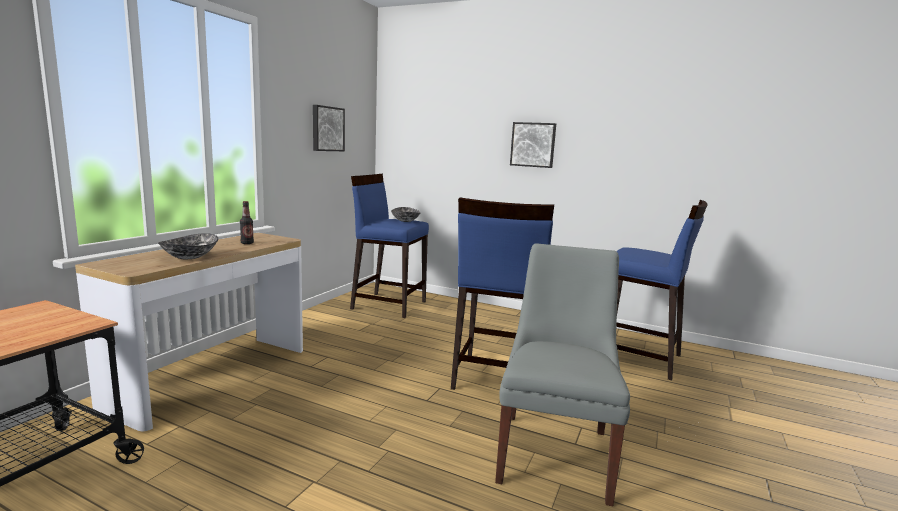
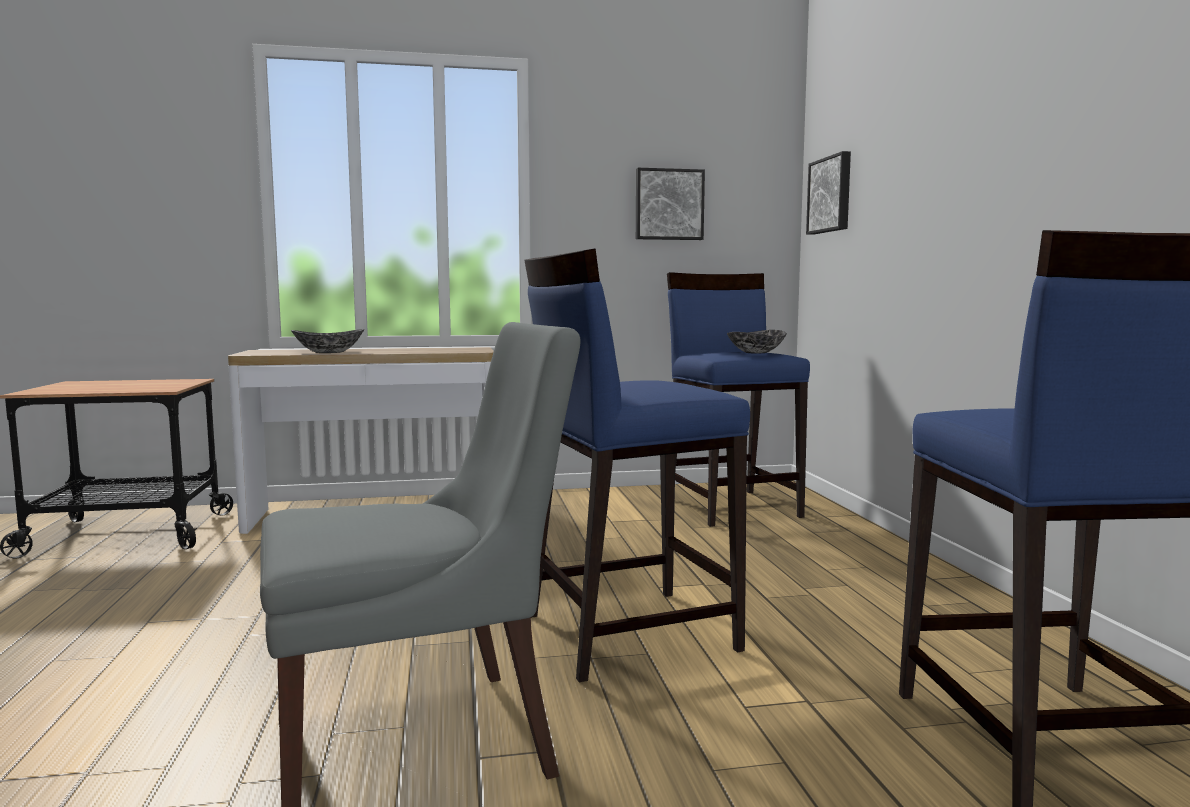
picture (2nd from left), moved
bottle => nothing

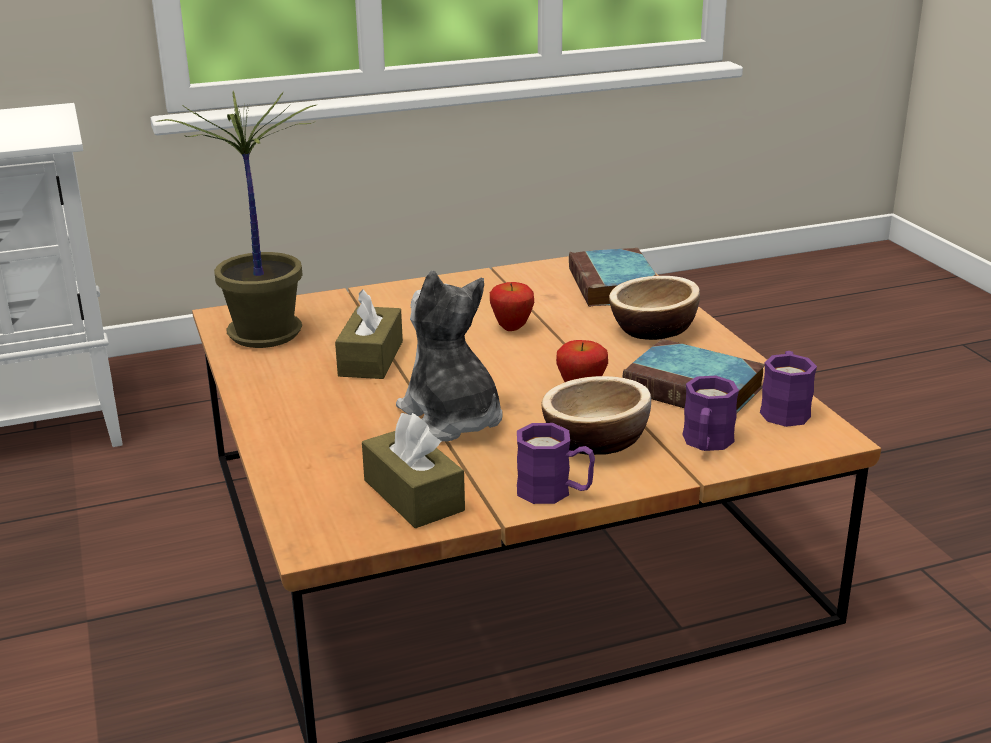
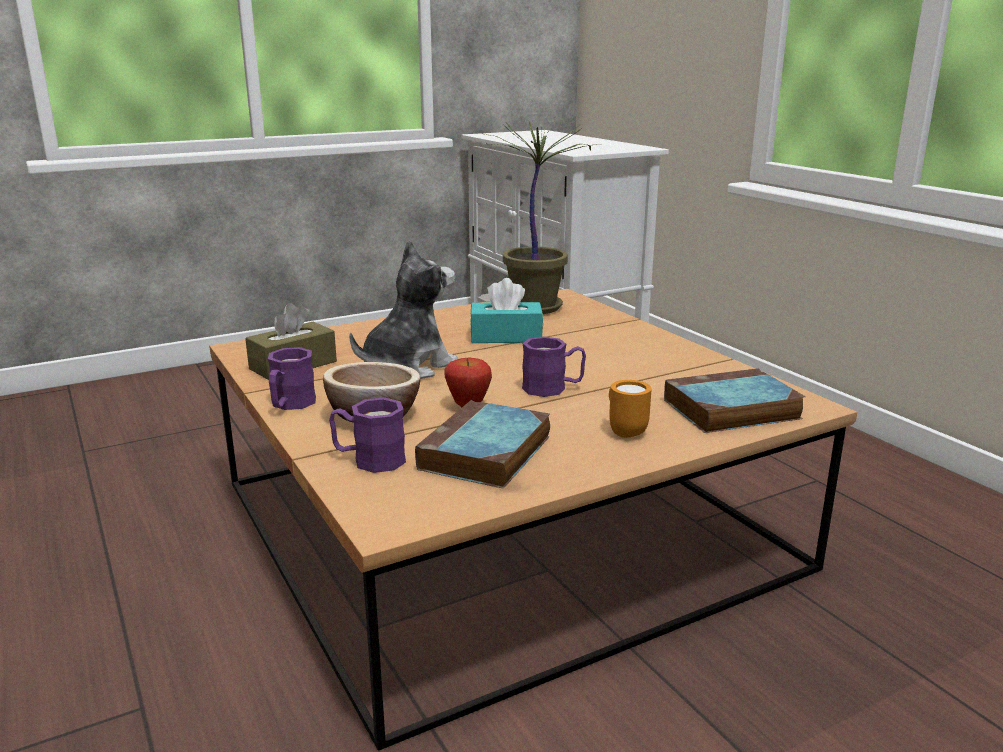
bowl (2nd from left) => mug in orange
apple (1st from left) => nothing
tissue box in brown (1st from left) => tissue box in turquoise
mug in purple (3rd from left), moved

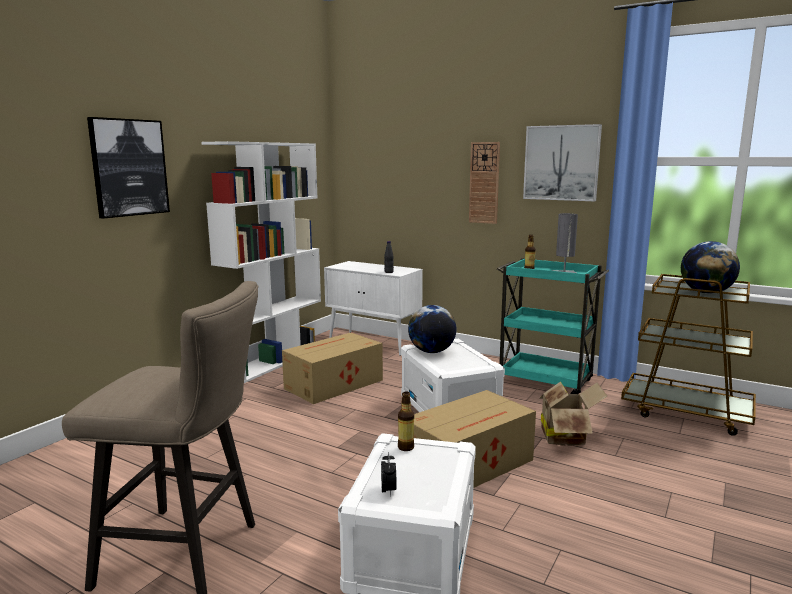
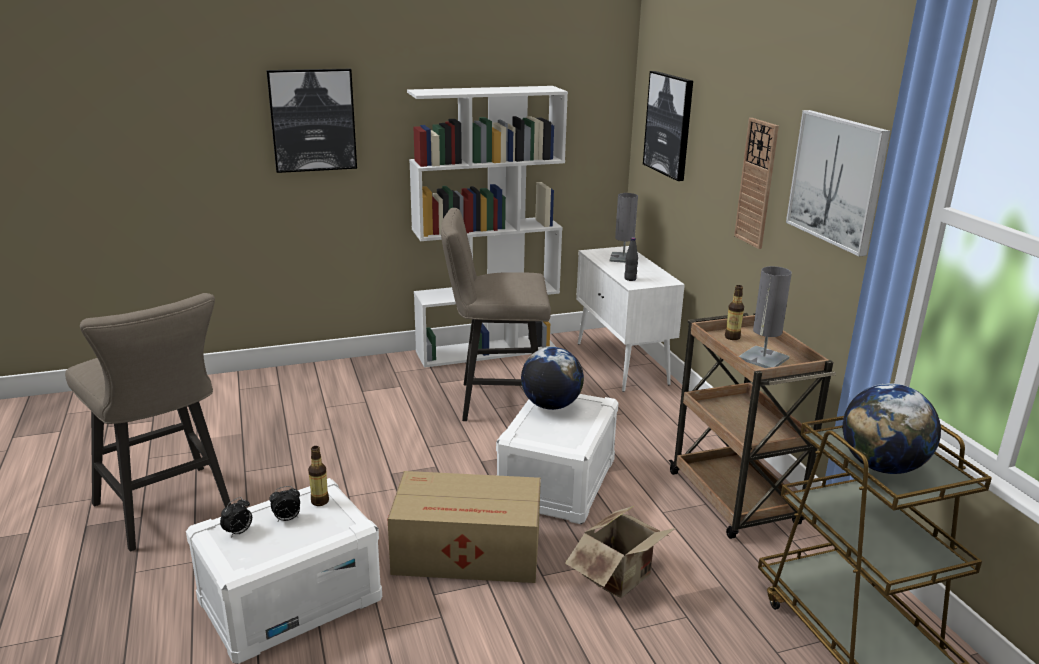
cart in turquoise => cart in brown (1st from left)
cardboard box (1st from left) => stool in beige (2nd from left)
nothing => picture (2nd from left)
nothing => table lamp in grey (1st from left)
nothing => alarm clock (2nd from left)

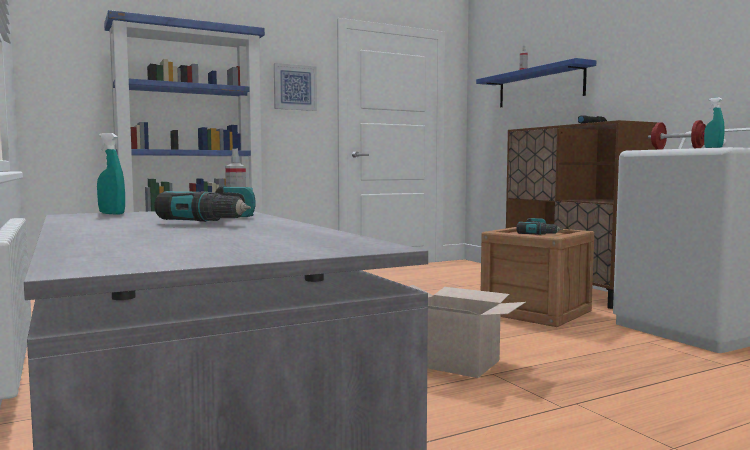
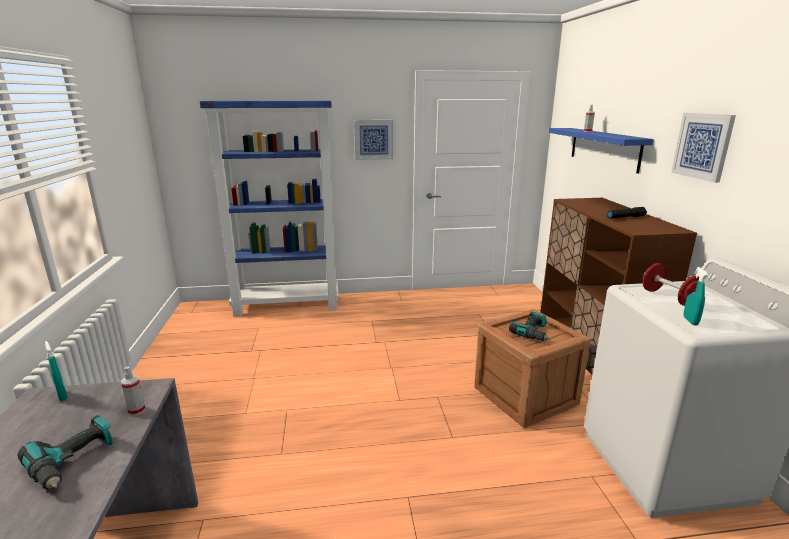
cardboard box => nothing
nothing => picture (2nd from left)

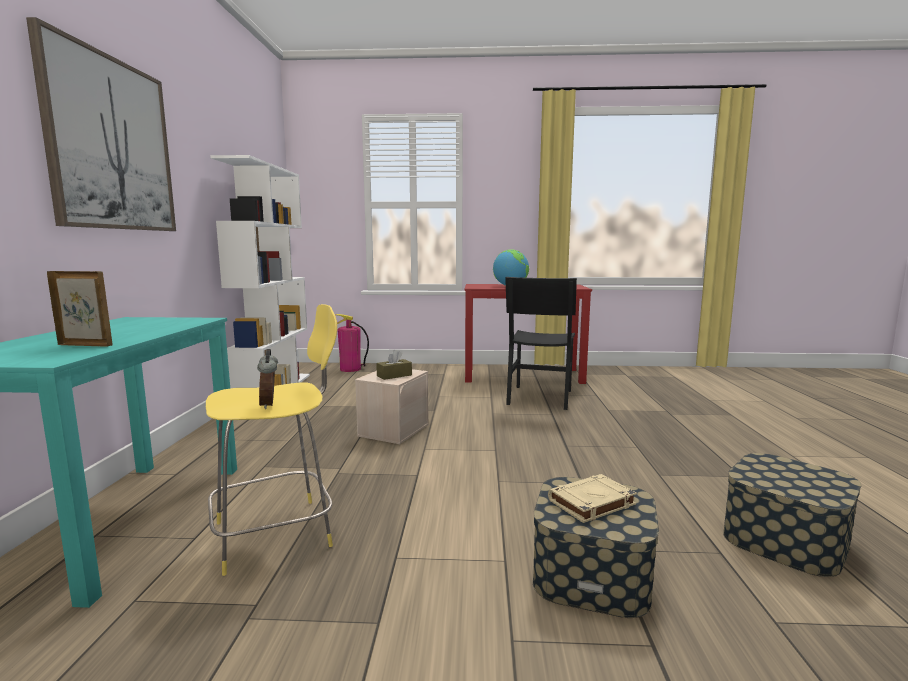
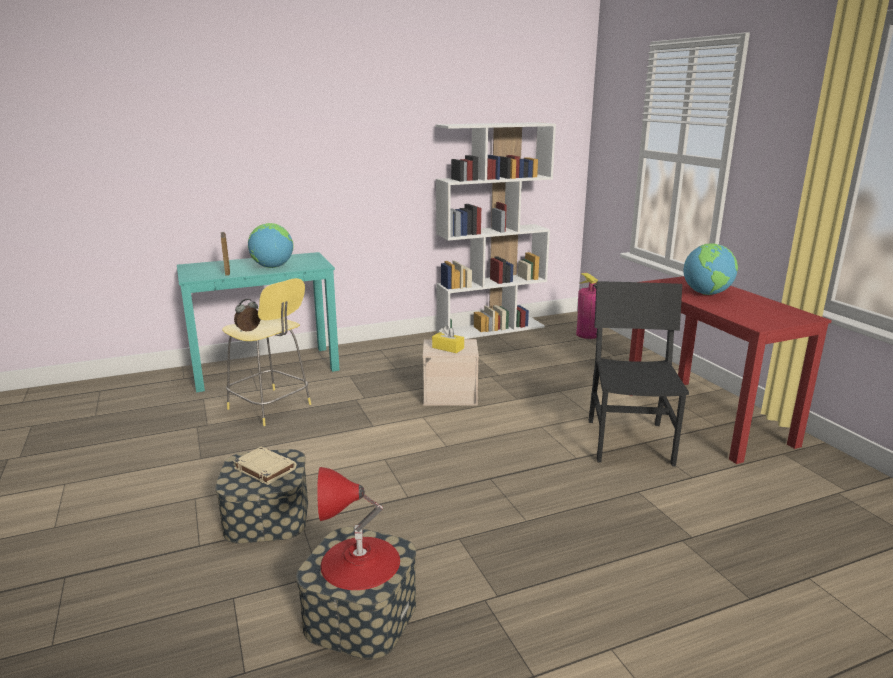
picture => nothing
chair in black, 105 degrees clockwise
tissue box in brown => tissue box in yellow
nothing => globe (1st from left)
nothing => table lamp in red

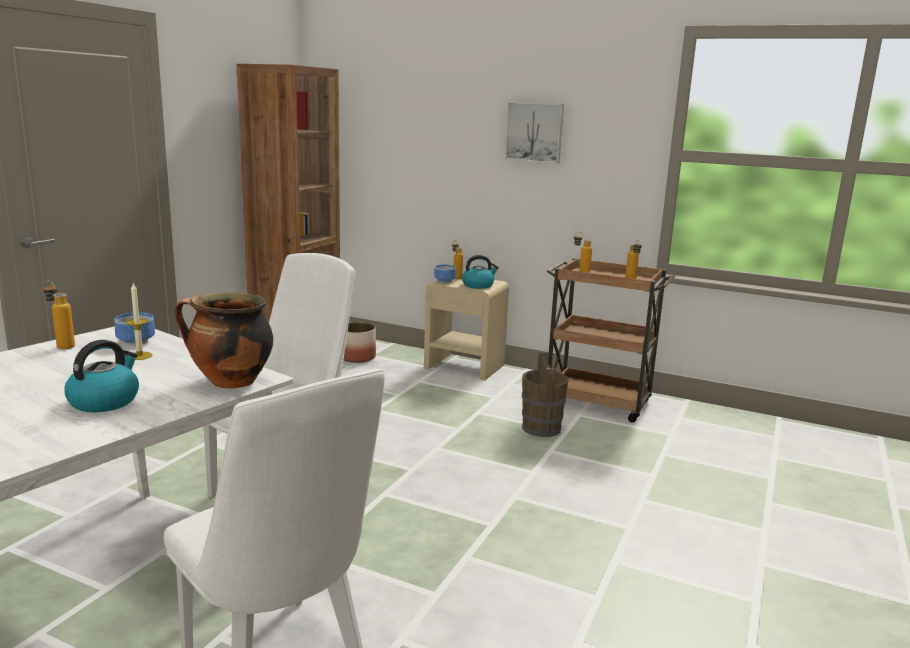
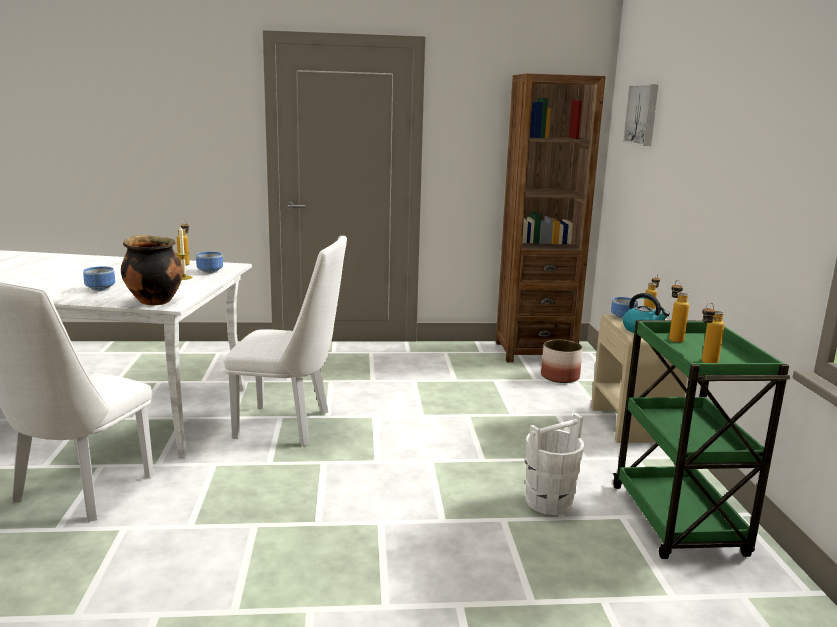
picture, moved
cart in brown => cart in green
kettle (1st from left) => bowl (1st from left)
bucket in brown => bucket in white

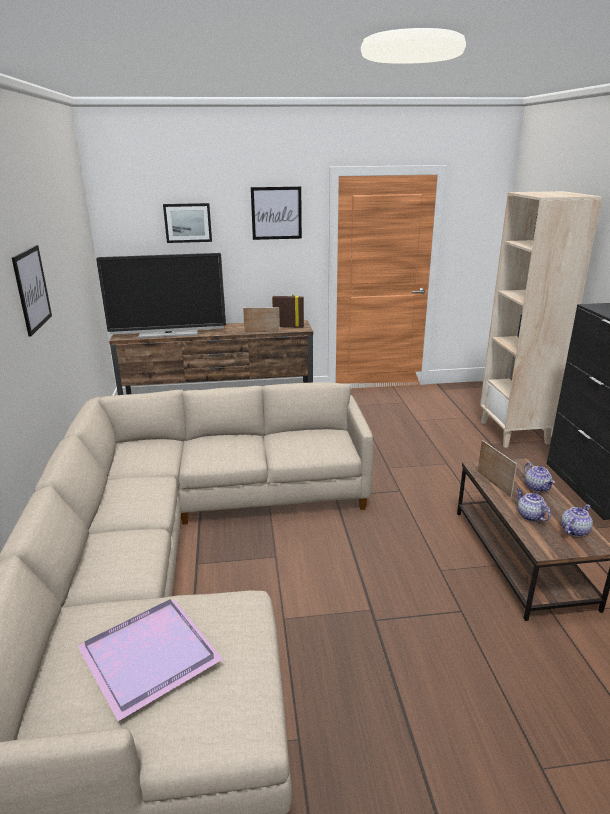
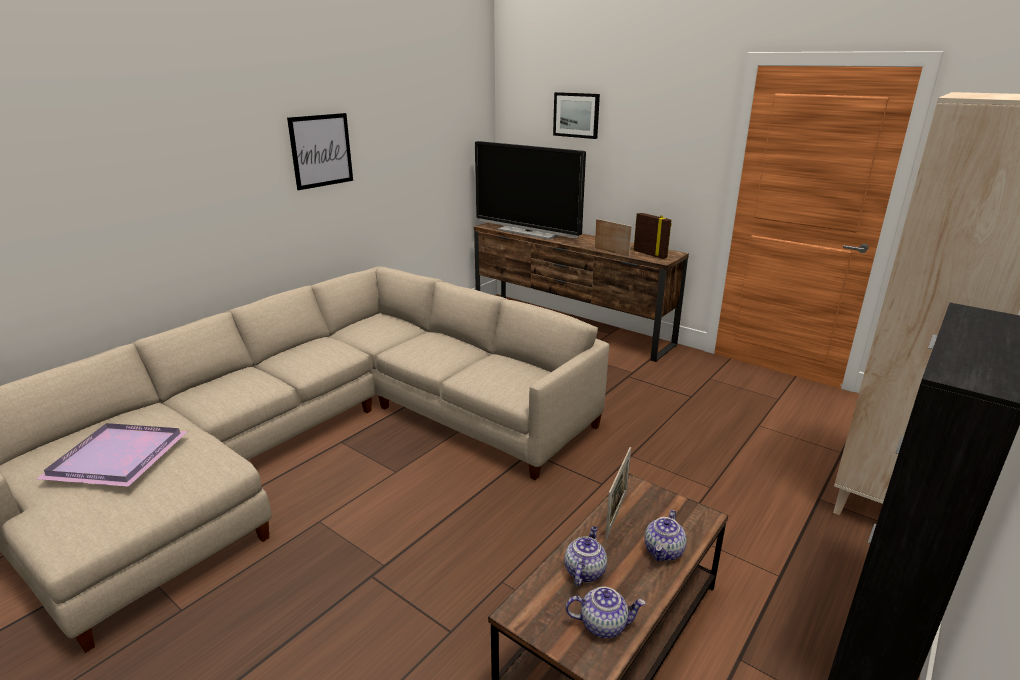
picture (3rd from left) => nothing

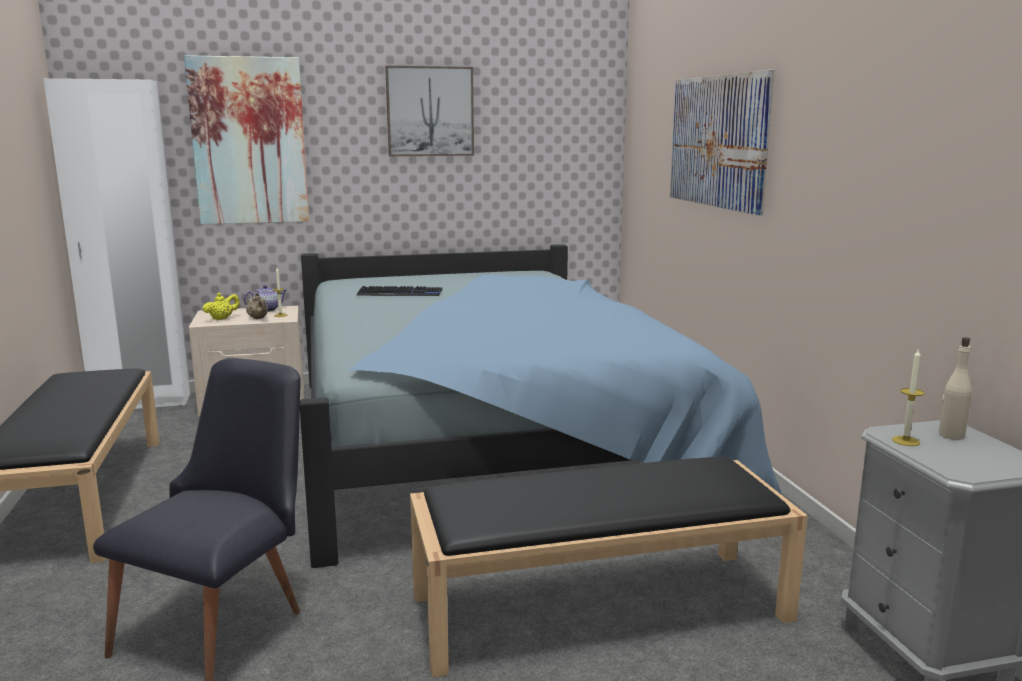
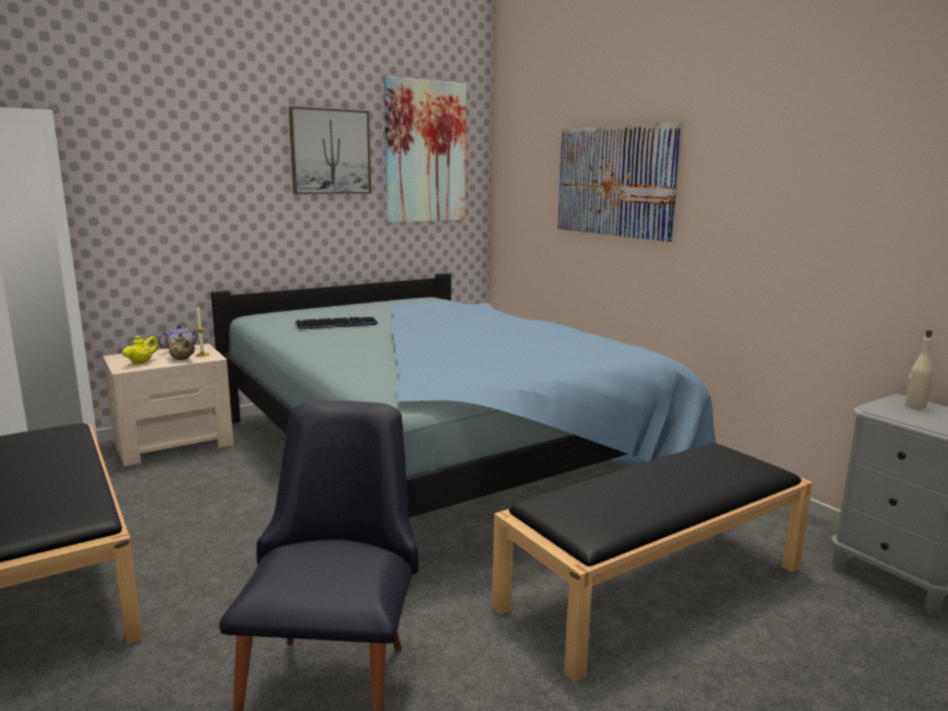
picture (1st from left in the first image) => picture (2nd from left), moved
candle (2nd from left) => nothing

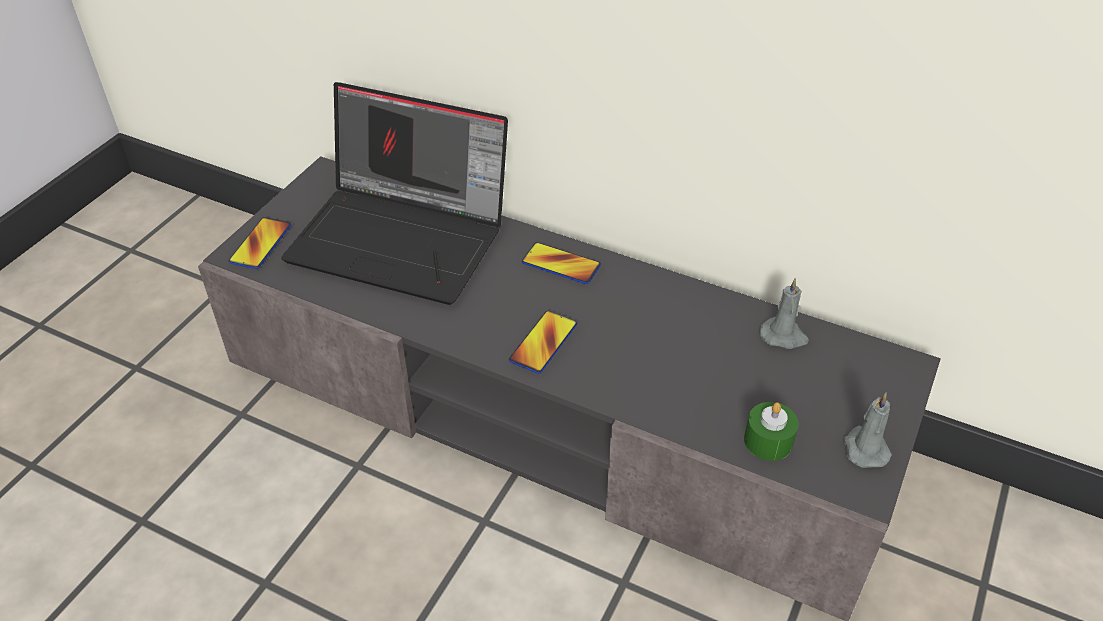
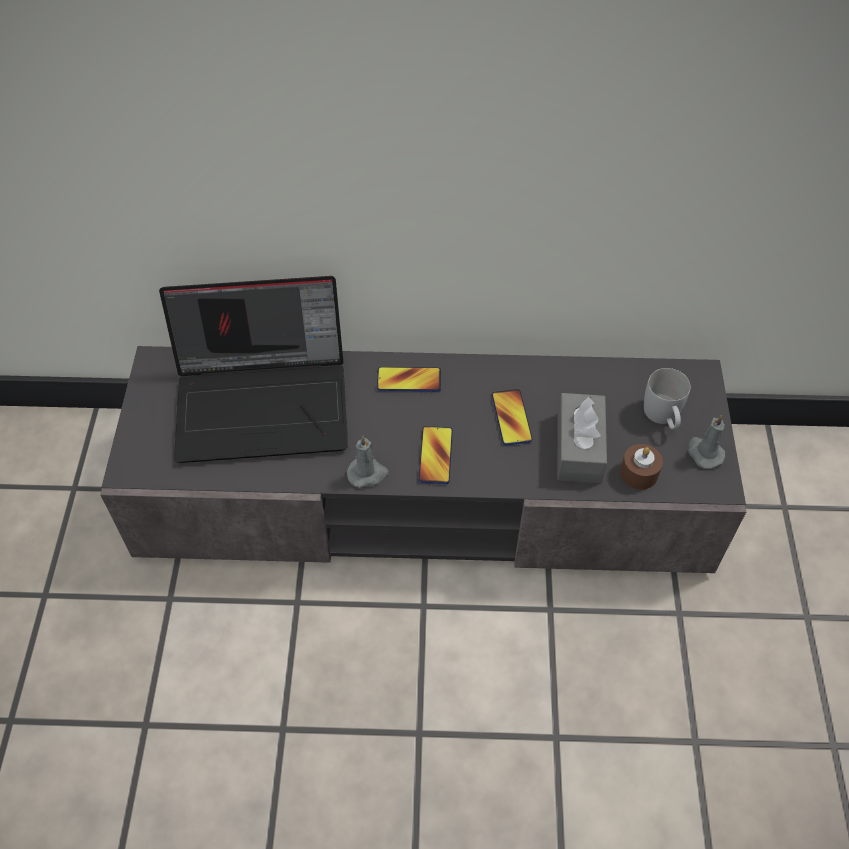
phone (1st from left in the first image) => phone (3rd from left), moved
candle in grey (1st from left), moved
candle in green => candle in brown
nothing => mug in white
nothing => tissue box in grey

